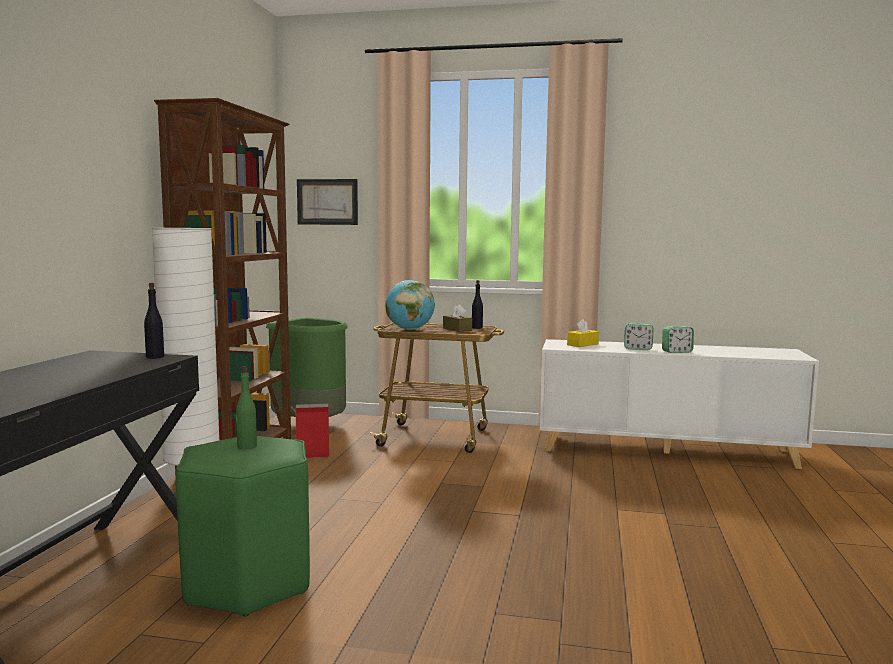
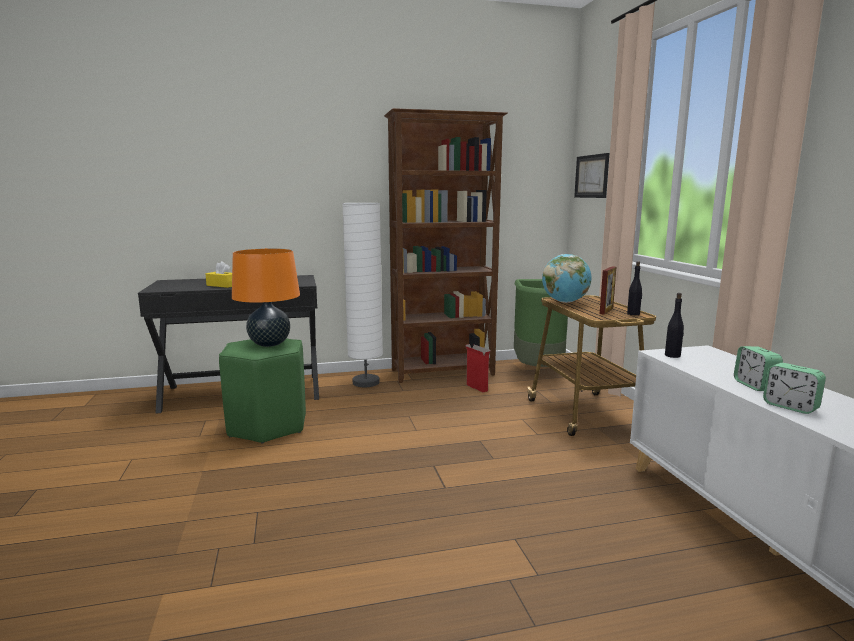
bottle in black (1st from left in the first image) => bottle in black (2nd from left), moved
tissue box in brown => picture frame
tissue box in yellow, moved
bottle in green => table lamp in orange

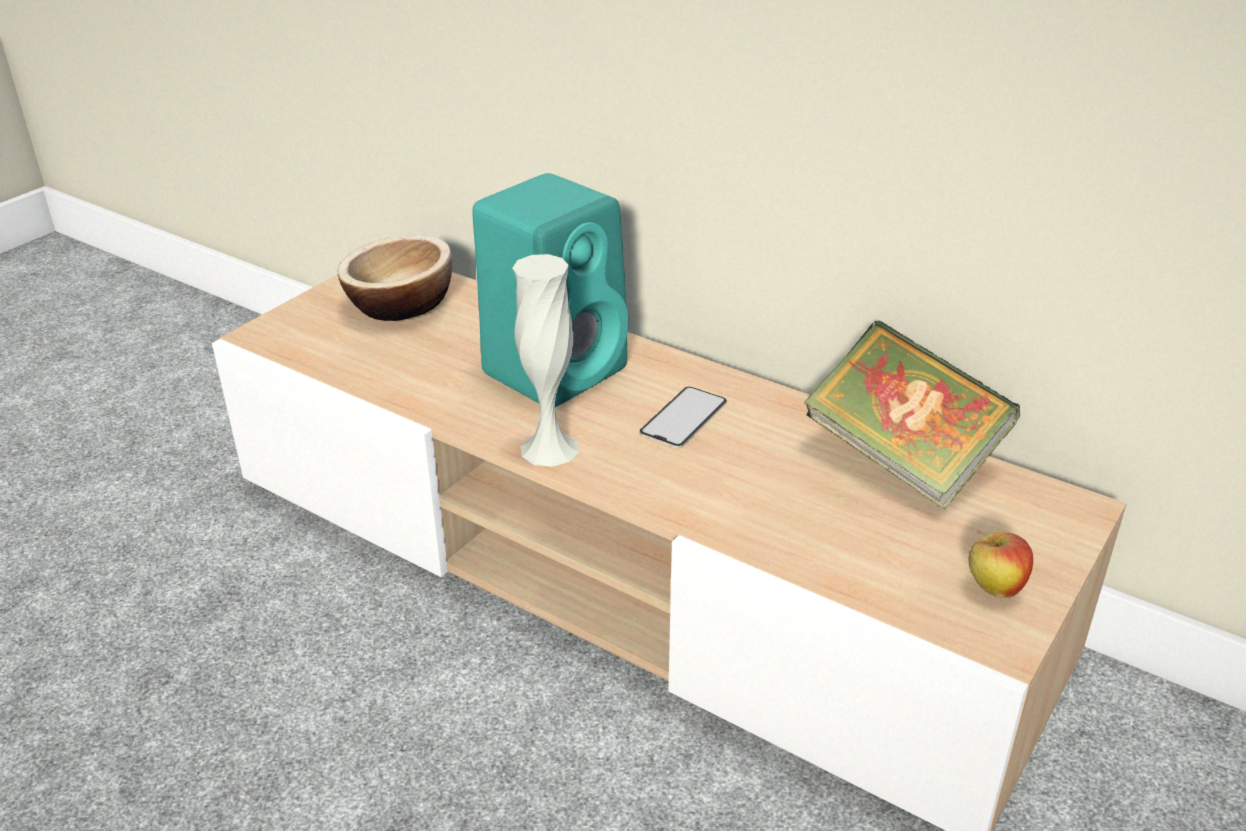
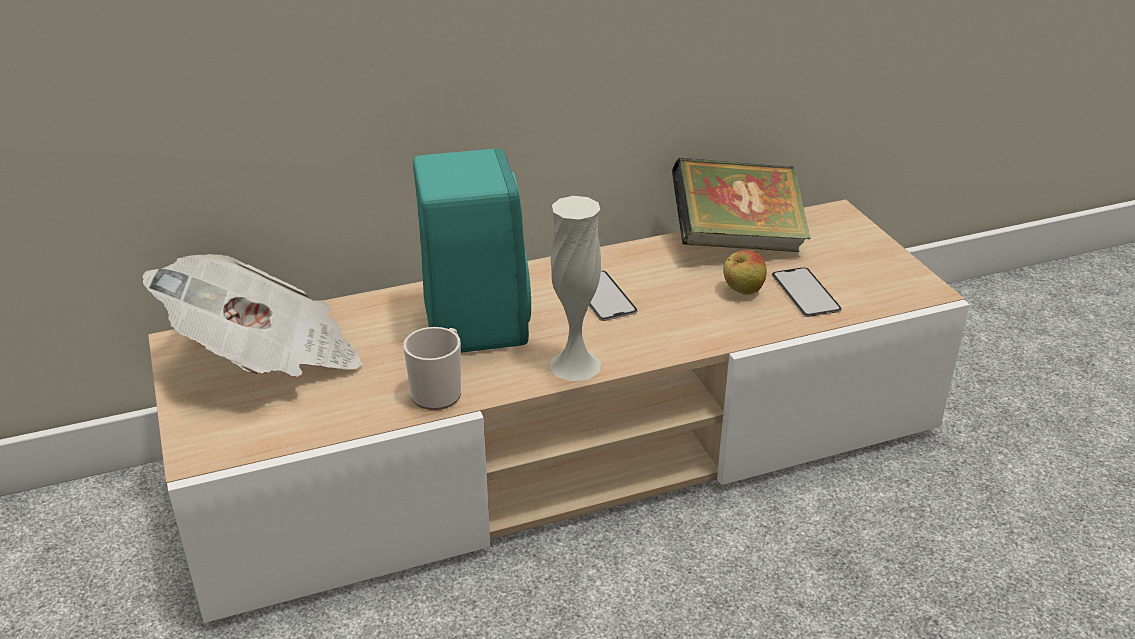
bowl => newspaper
apple, moved
nothing => phone (2nd from left)
nothing => mug

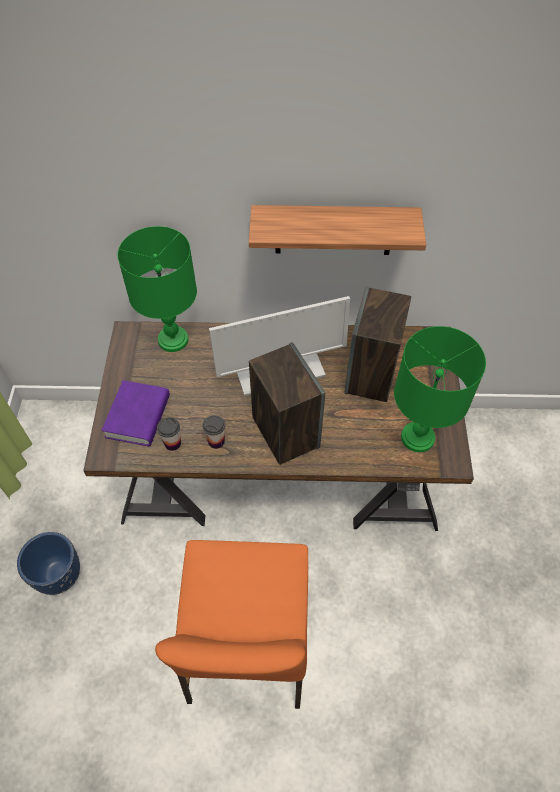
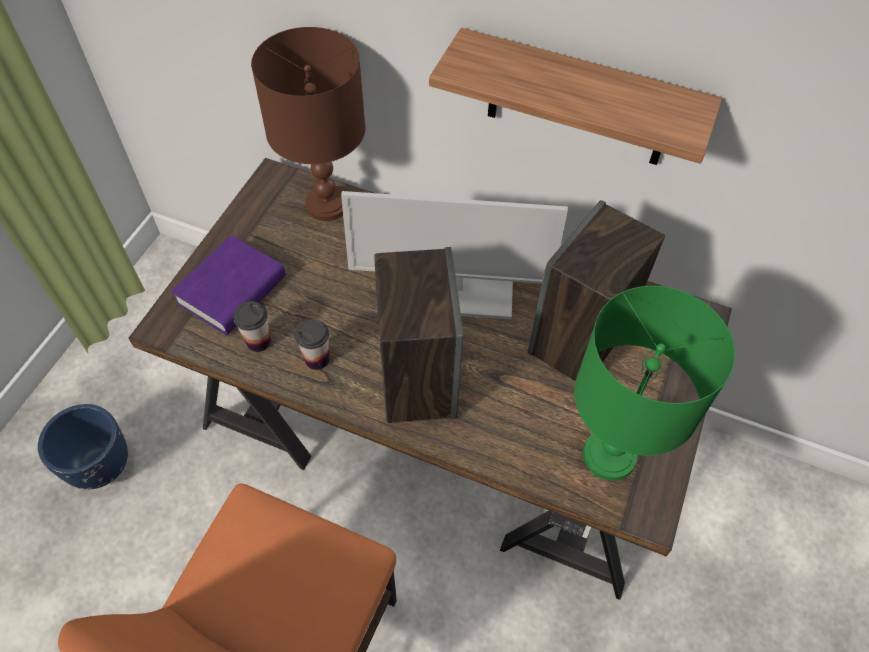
table lamp in green (1st from left) => table lamp in brown

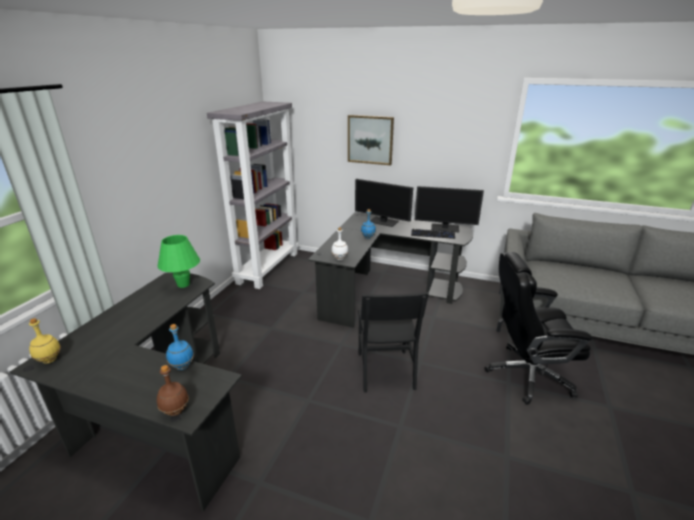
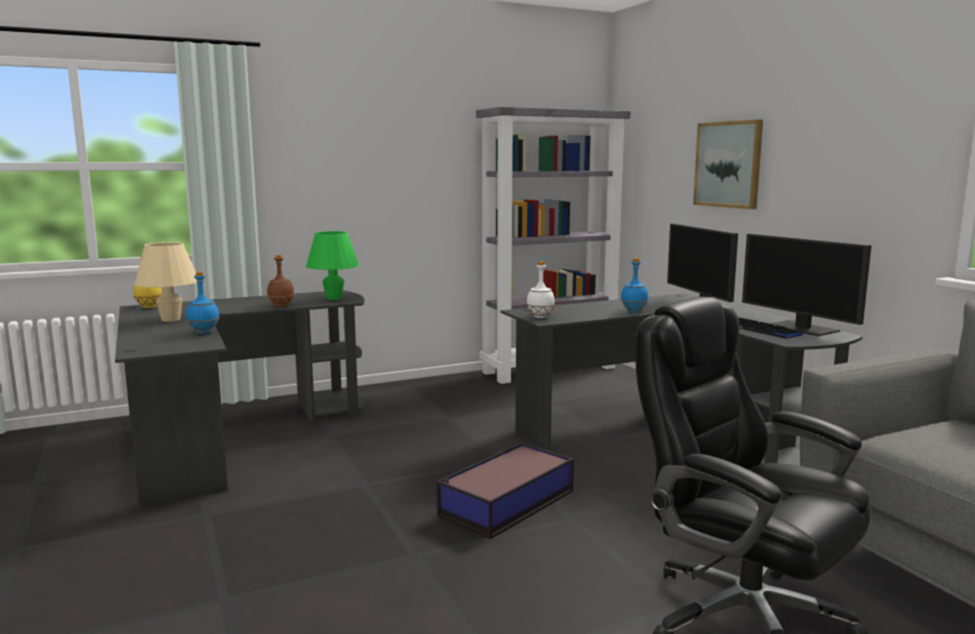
chair in black => storage box
bottle in brown, moved
nothing => table lamp in beige

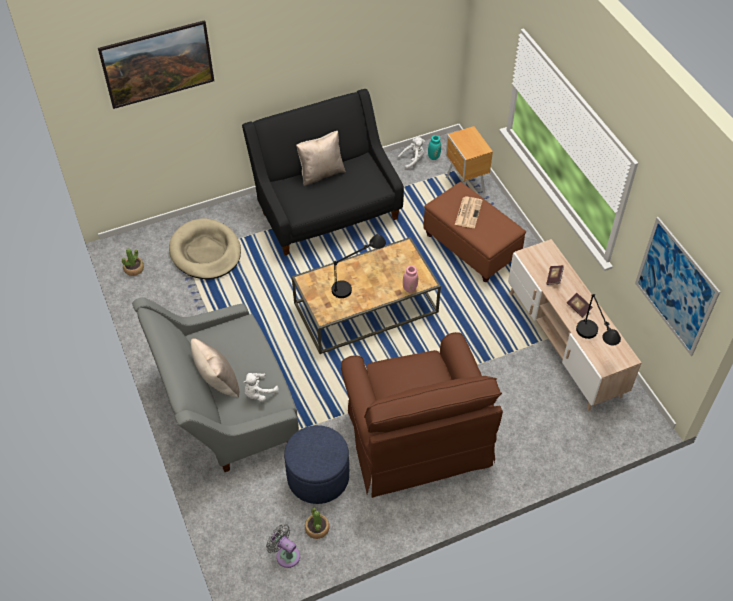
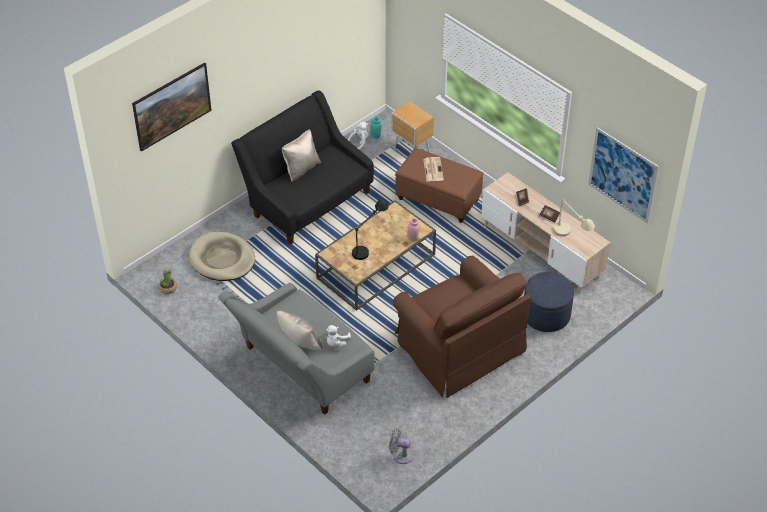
table lamp in black (2nd from left) => table lamp in beige
ottoman in blue, moved
potted plant (2nd from left) => nothing

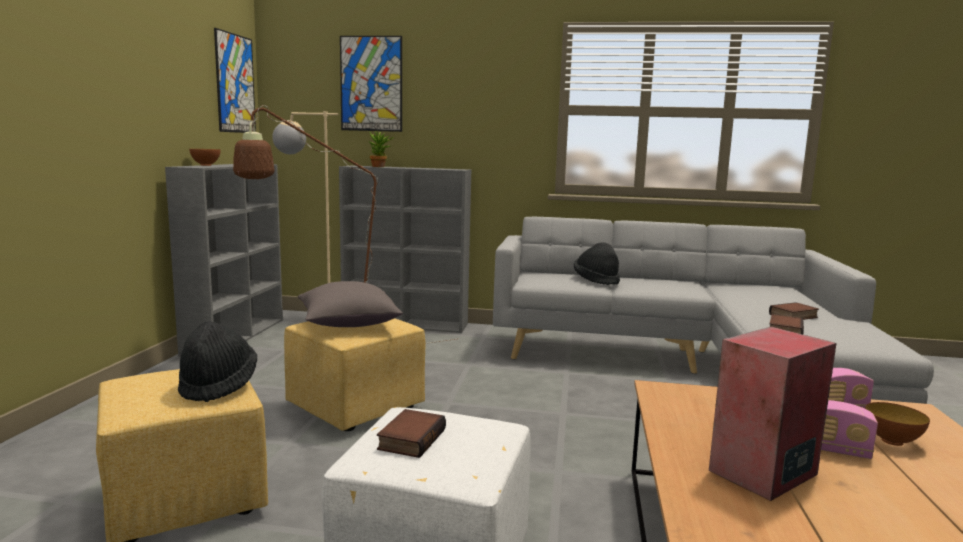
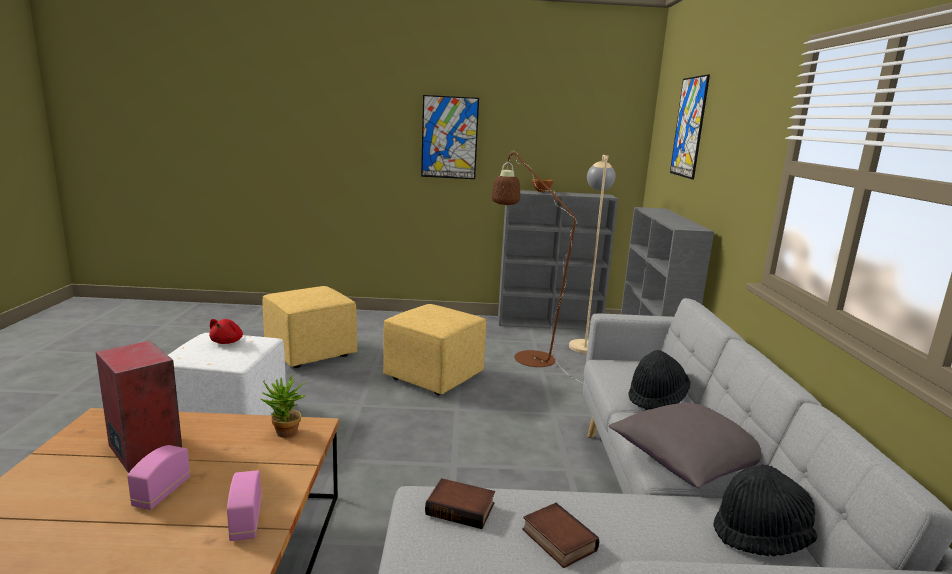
picture (1st from left), moved
potted plant, moved
pillow in grey, moved
hat in black (1st from left in the first image) => hat in black (2nd from left), moved
bowl (2nd from left) => nothing
book (1st from left) => plush toy in red

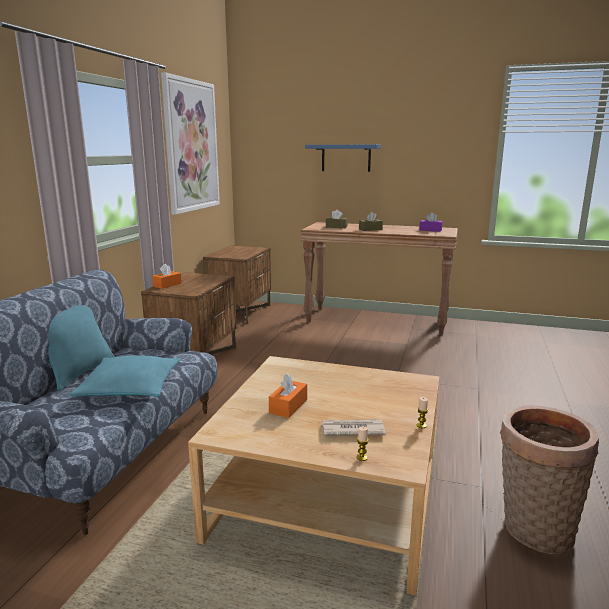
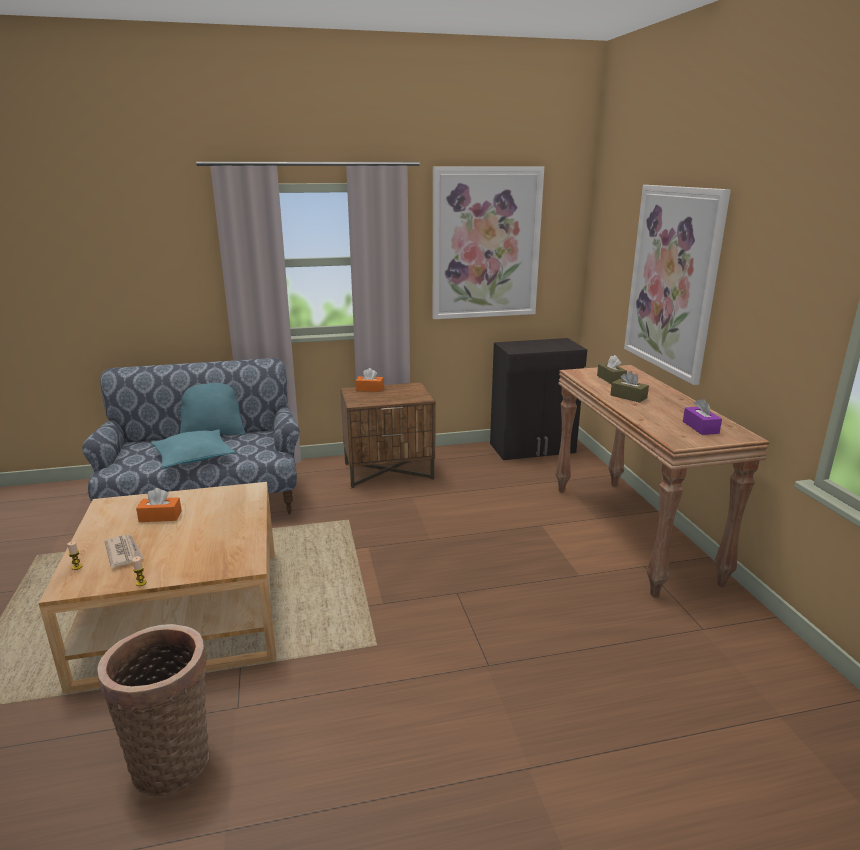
shelf in blue => picture (2nd from left)
nightstand in brown (2nd from left) => cabinet in black

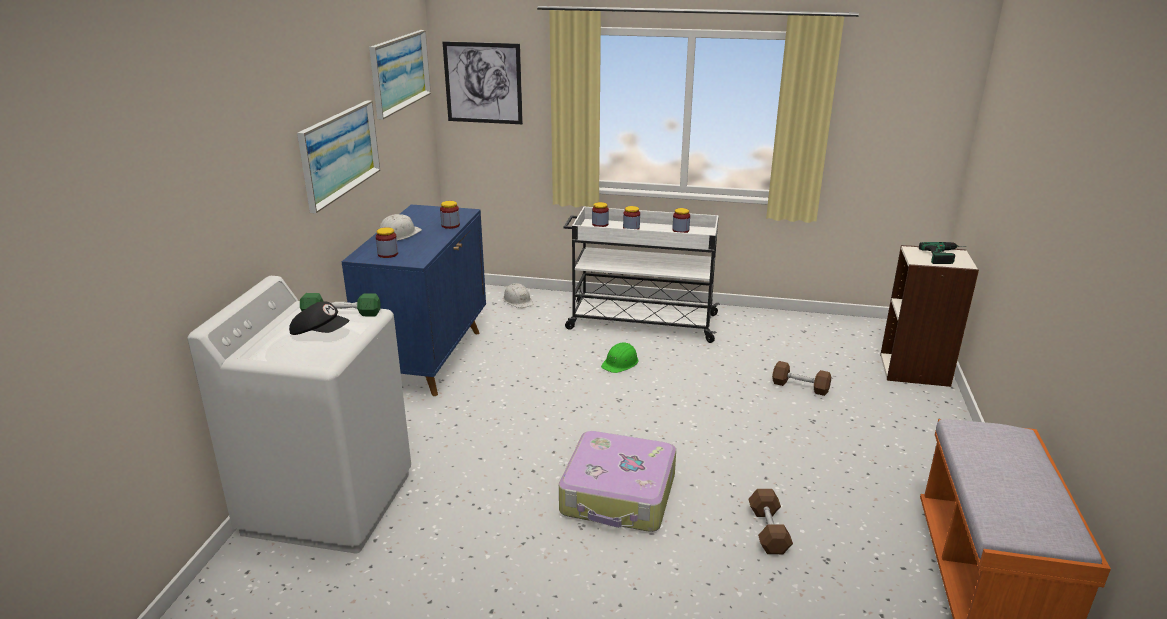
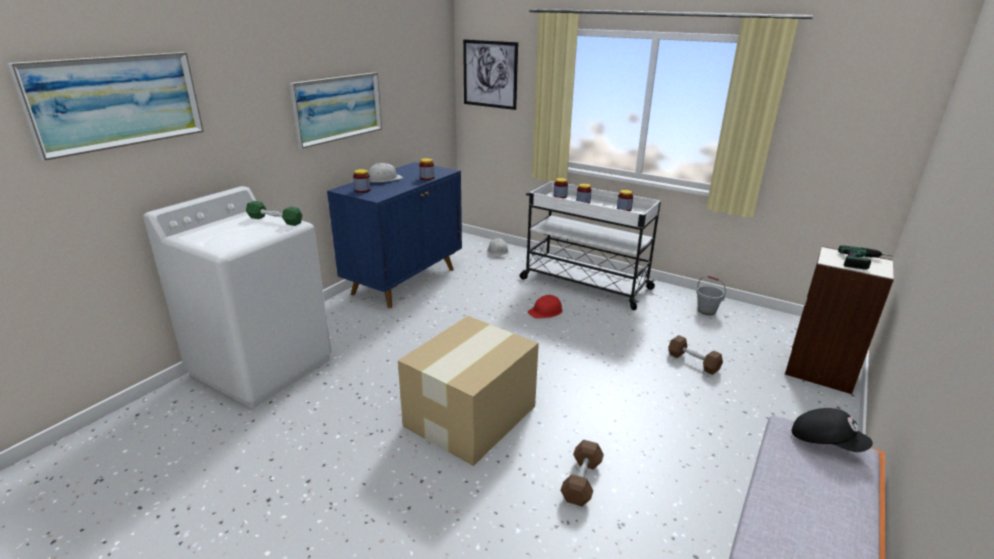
picture (2nd from left in the first image) => picture (1st from left), moved
cap in black, moved
hard hat in green => hard hat in red
suitcase => cardboard box
nothing => bucket in grey

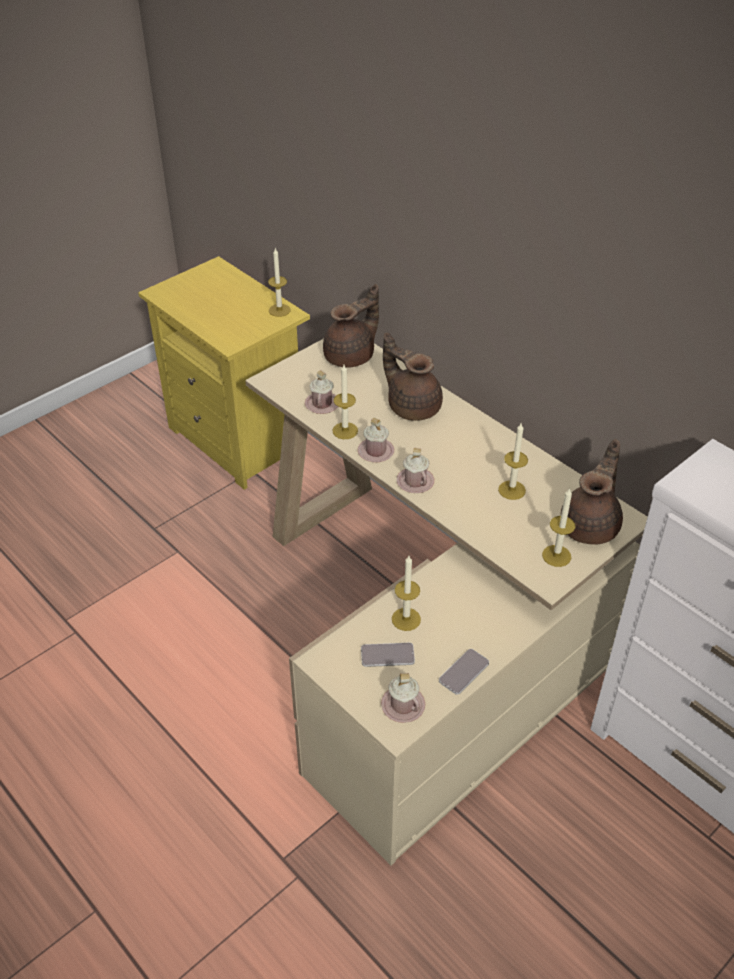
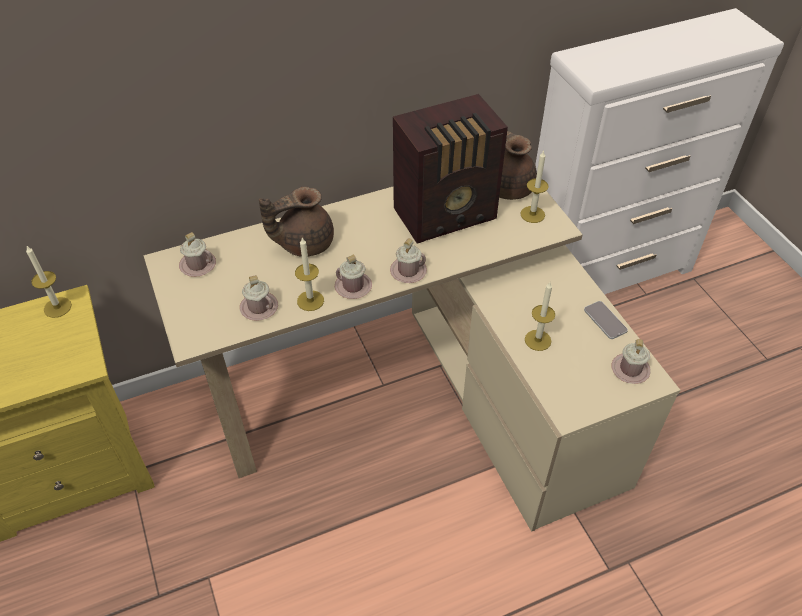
teapot in brown (1st from left) => mug in pink (1st from left)
candle (4th from left) => radio
phone (1st from left) => nothing

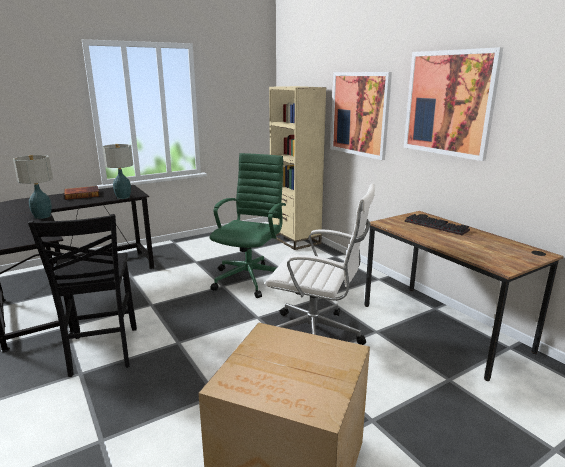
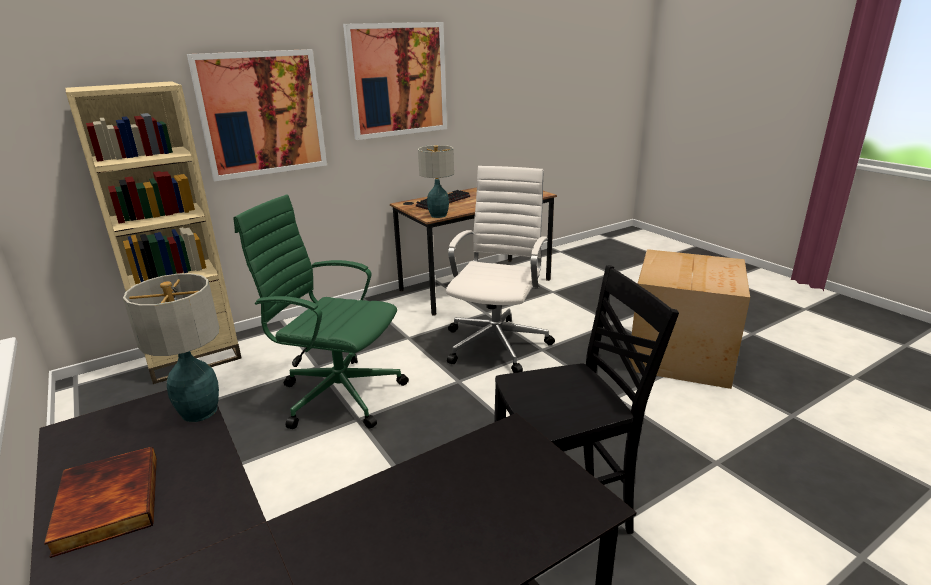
table lamp (1st from left in the first image) => table lamp (2nd from left), moved

